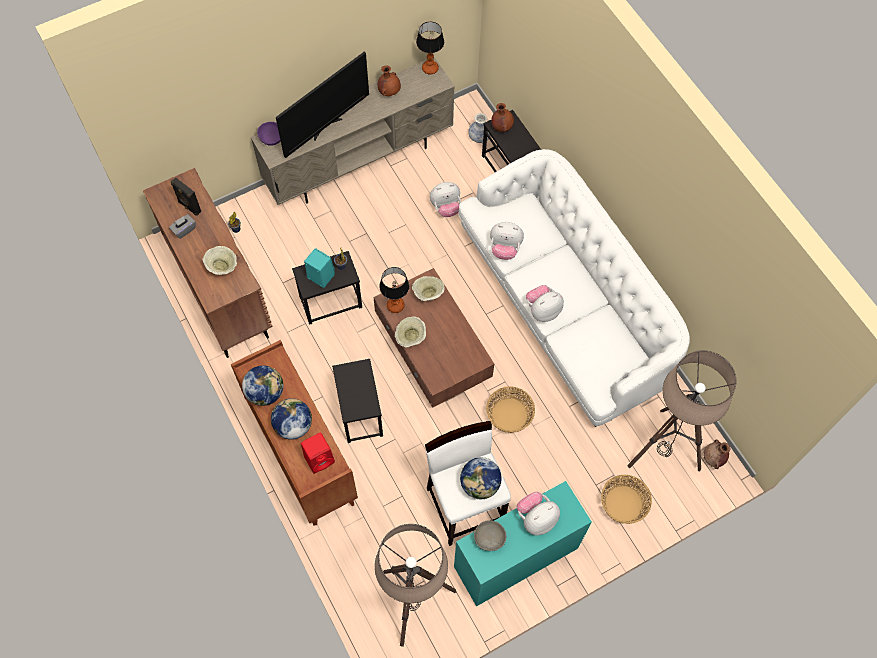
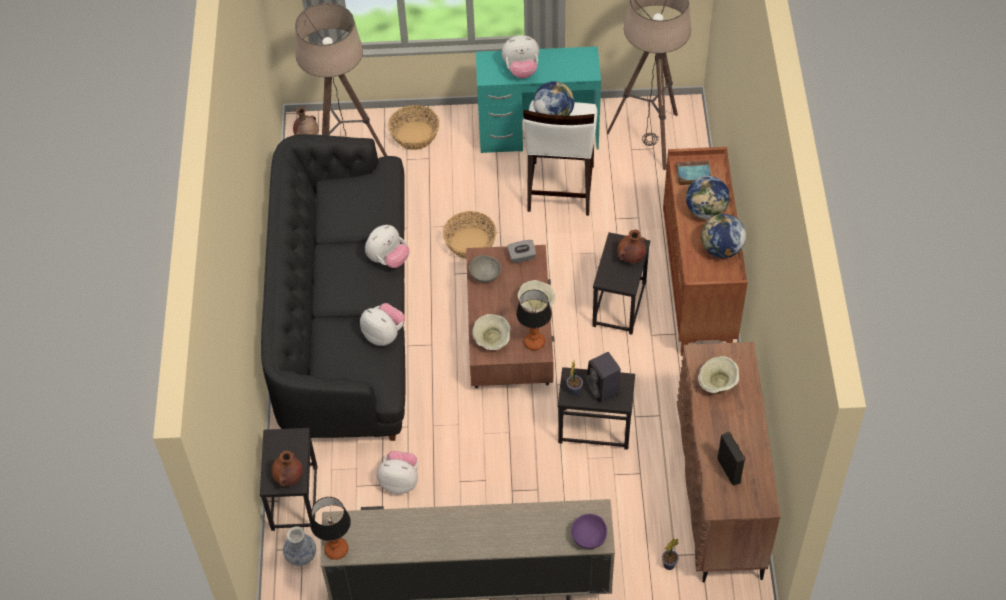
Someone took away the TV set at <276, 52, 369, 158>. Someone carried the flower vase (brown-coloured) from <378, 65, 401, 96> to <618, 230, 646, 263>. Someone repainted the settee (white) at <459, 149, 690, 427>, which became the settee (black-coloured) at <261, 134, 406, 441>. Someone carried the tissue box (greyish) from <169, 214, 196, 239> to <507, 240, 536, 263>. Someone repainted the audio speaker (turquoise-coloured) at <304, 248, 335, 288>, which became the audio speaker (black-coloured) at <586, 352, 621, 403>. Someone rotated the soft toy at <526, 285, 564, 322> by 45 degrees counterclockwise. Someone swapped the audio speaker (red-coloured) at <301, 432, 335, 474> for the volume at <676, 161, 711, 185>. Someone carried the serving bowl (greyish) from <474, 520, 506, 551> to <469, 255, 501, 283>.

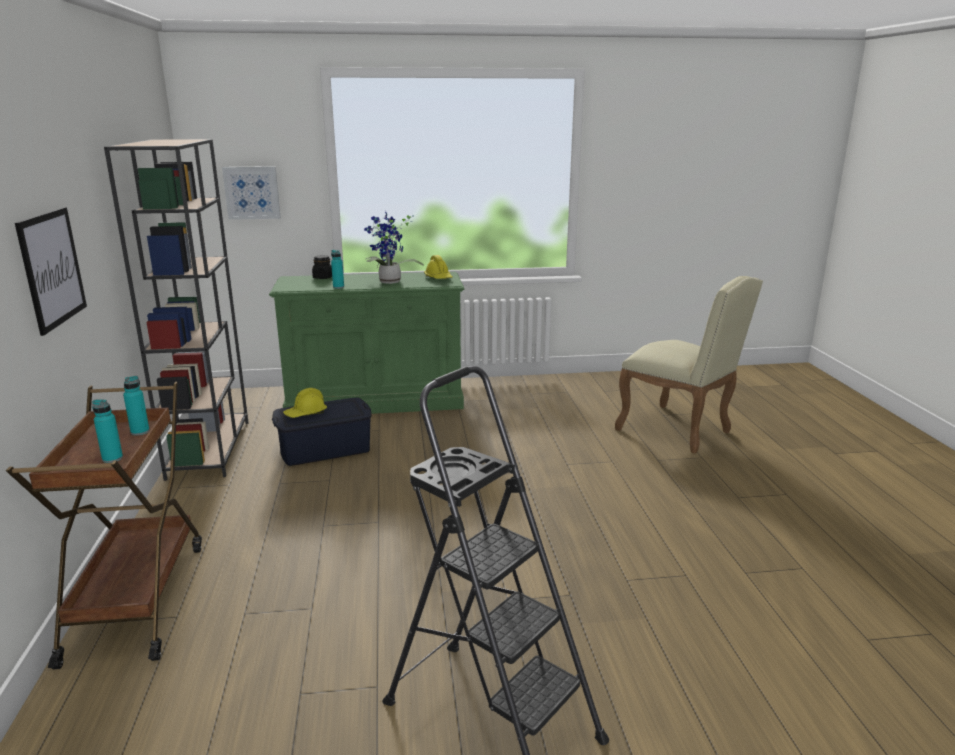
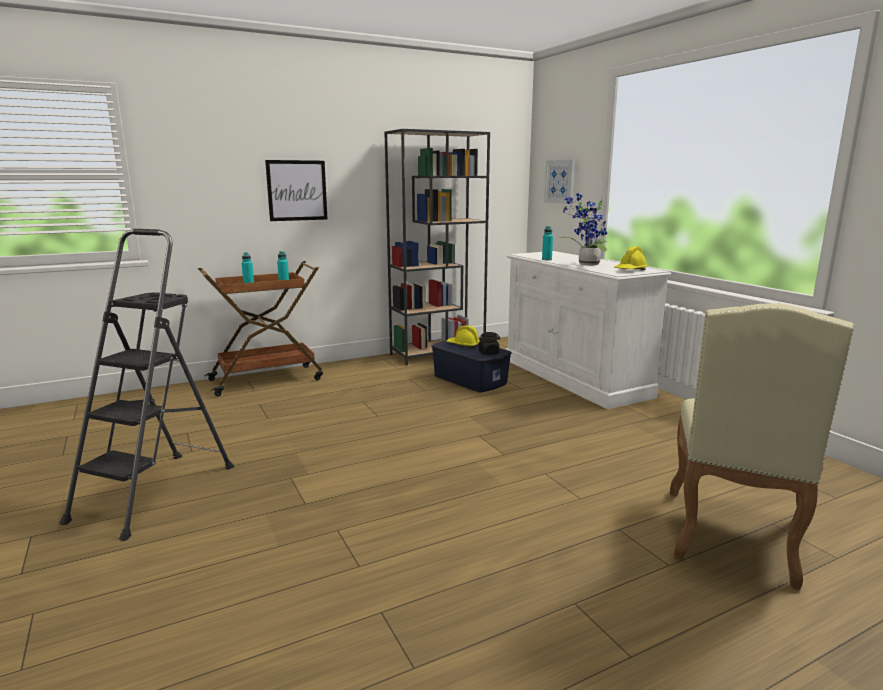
Someone carried the jar (black-coloured) from <312, 255, 332, 279> to <478, 332, 501, 355>. Someone repainted the cupboard (green) at <269, 272, 464, 414>, which became the cupboard (white) at <505, 251, 671, 409>.

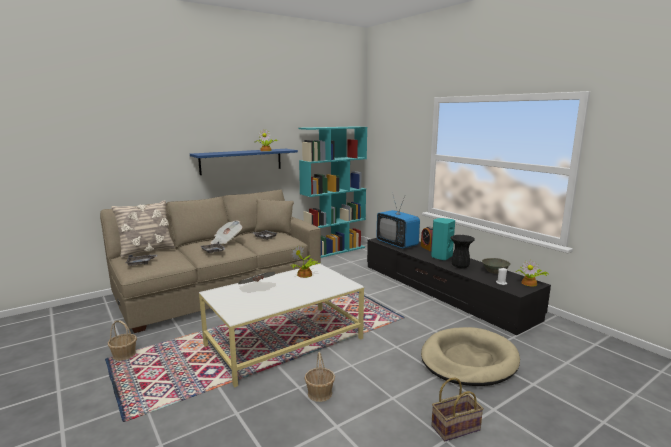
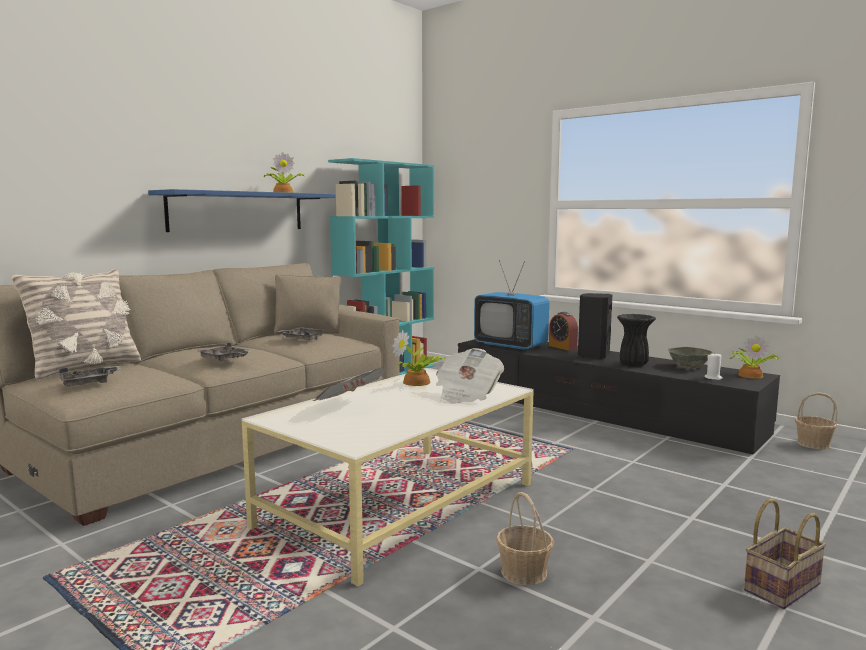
Someone repainted the audio speaker (turquoise-coloured) at <431, 218, 455, 260>, which became the audio speaker (black-coloured) at <578, 293, 612, 359>. Someone carried the printed paper from <210, 220, 242, 244> to <436, 348, 504, 404>. Someone carried the basket from <108, 320, 137, 361> to <795, 392, 837, 450>. Someone took away the pet bed (beige-coloured) at <421, 327, 520, 386>.

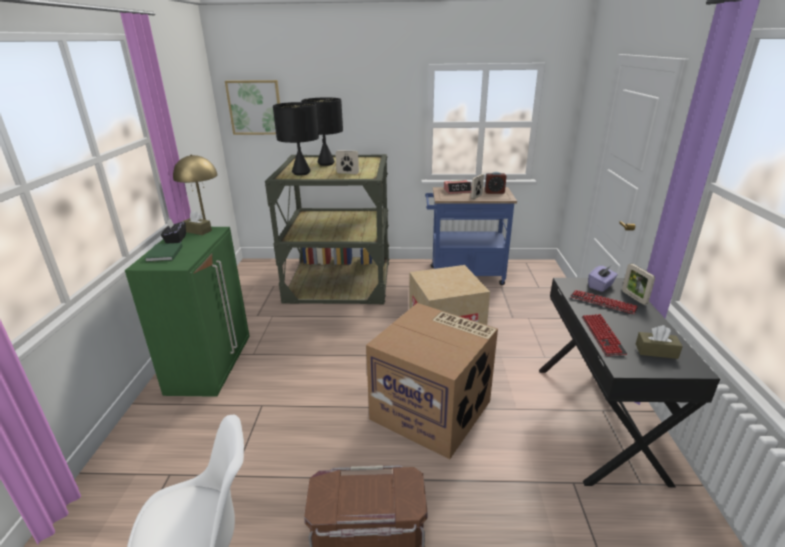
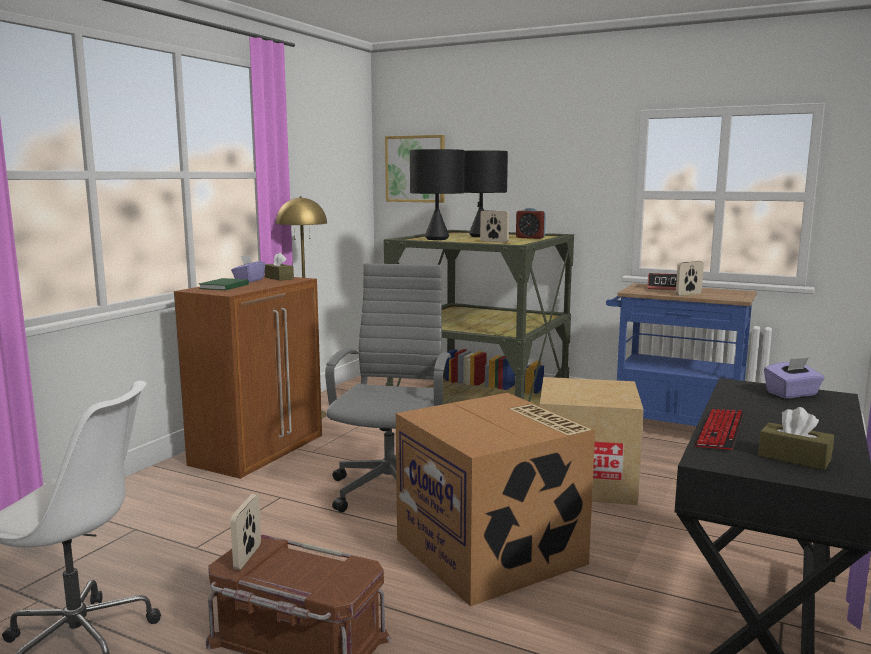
Someone carried the alarm clock from <485, 172, 507, 194> to <516, 208, 546, 239>. Someone repainted the tissue box (black-coloured) at <161, 218, 186, 244>, which became the tissue box (purplish) at <231, 255, 265, 282>. Someone repainted the cupboard (green) at <125, 227, 250, 397>, which became the cupboard (brown-coloured) at <174, 275, 322, 479>. Someone carried the picture frame from <622, 264, 655, 305> to <230, 494, 261, 570>. Someone took away the keyboard at <570, 290, 638, 314>. Someone put down the computer chair (greyish) at <325, 263, 451, 512>.

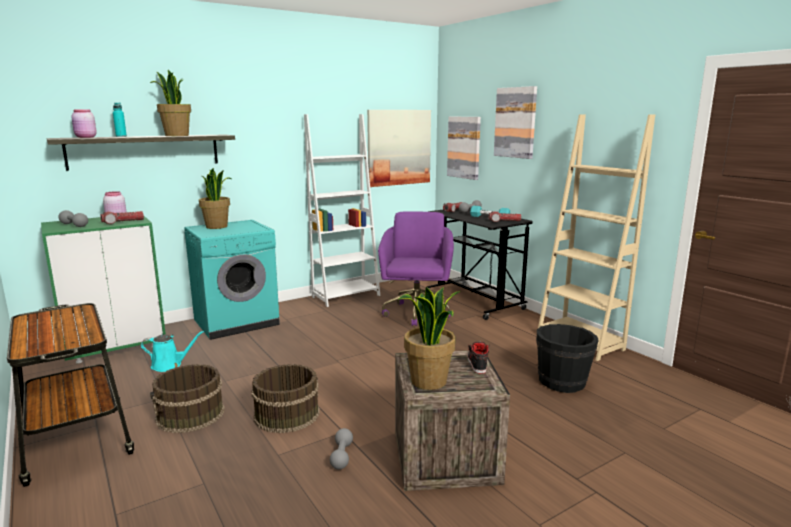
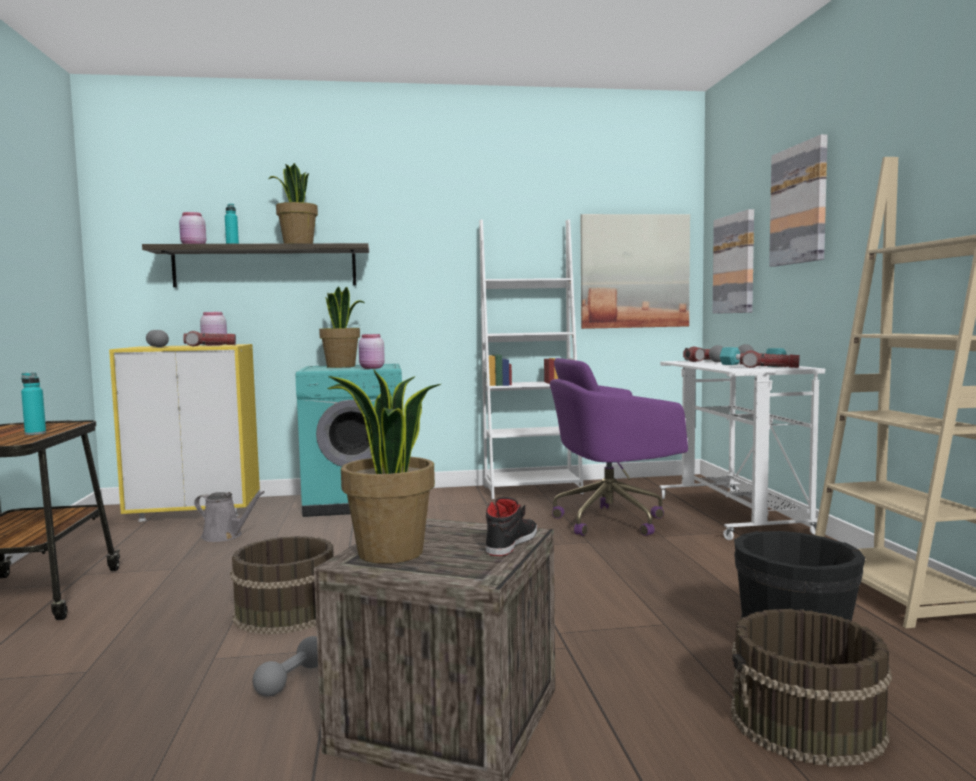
Someone repainted the desk table (black-coloured) at <427, 208, 533, 320>, which became the desk table (white) at <660, 360, 825, 540>. Someone rotated the computer chair (purplish) at <378, 211, 454, 326> by 135 degrees counterclockwise. Someone repainted the cupboard (green) at <41, 216, 166, 363>, which became the cupboard (yellowish) at <109, 344, 260, 522>. Someone repainted the watering can (turquoise-coloured) at <141, 331, 204, 372>, which became the watering can (greyish) at <194, 491, 265, 542>. Someone carried the water bucket (brown-coloured) from <150, 364, 225, 433> to <731, 609, 892, 767>. Someone put down the jar (pink-coloured) at <359, 334, 385, 369>. Someone put down the drink bottle (turquoise-coloured) at <21, 372, 46, 435>.

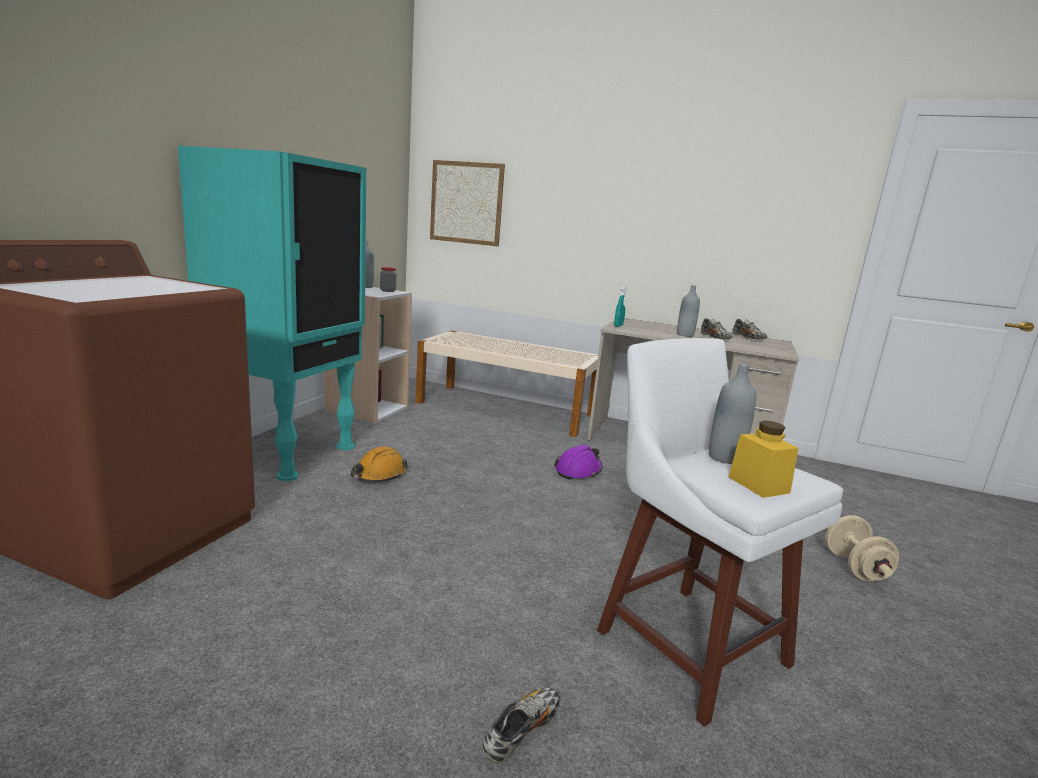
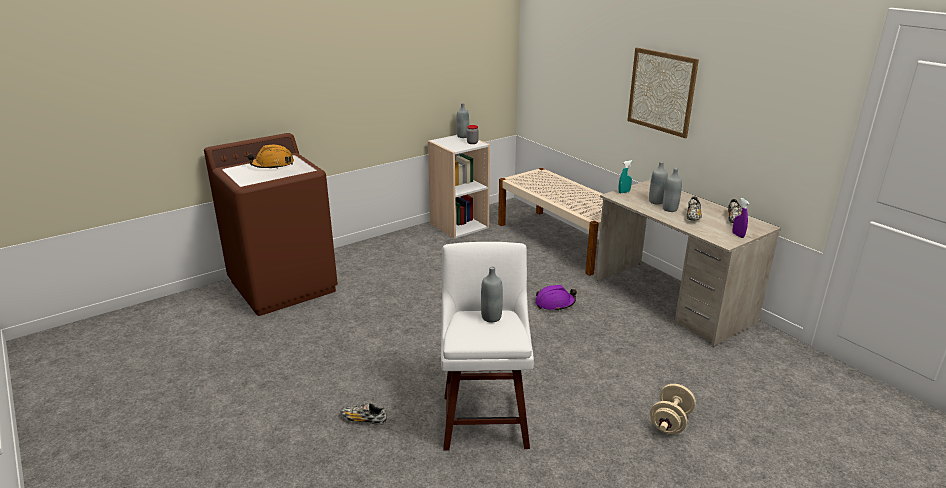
Someone took away the cupboard (turquoise-coloured) at <178, 146, 366, 482>. Someone carried the picture from <430, 160, 505, 247> to <627, 47, 699, 138>. Someone took away the jar (yellowish) at <729, 421, 799, 498>. Someone carried the hard hat (orange-coloured) from <351, 446, 408, 482> to <247, 145, 294, 169>. Someone rotated the shoe at <482, 688, 560, 763> by 150 degrees counterclockwise. Someone put down the drink bottle (greyish) at <649, 161, 668, 205>. Someone put down the spray bottle (purplish) at <733, 198, 749, 238>.

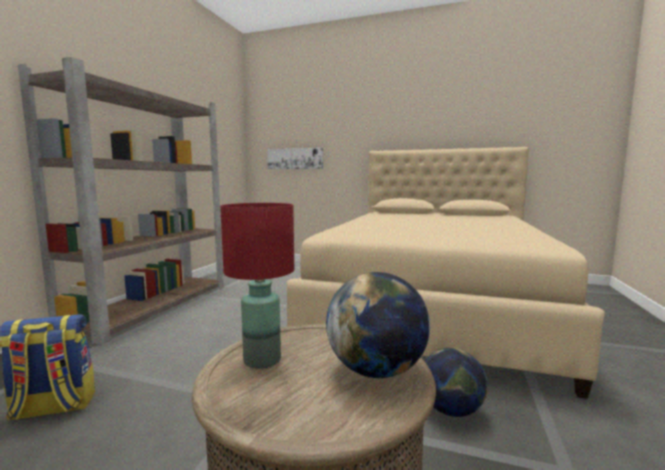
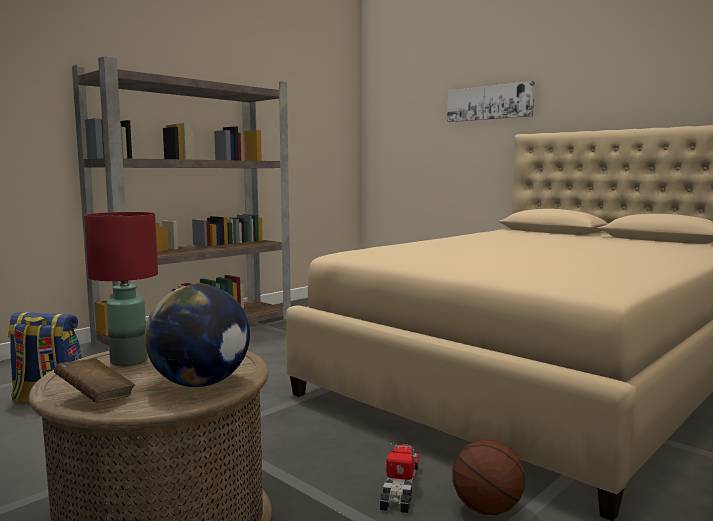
Someone carried the picture from <267, 148, 323, 169> to <447, 81, 535, 122>. Someone swapped the globe at <425, 348, 488, 417> for the toy lorry at <380, 443, 419, 513>. Someone put down the volume (brown-coloured) at <54, 358, 135, 402>. Someone put down the basketball ball at <452, 439, 525, 515>.

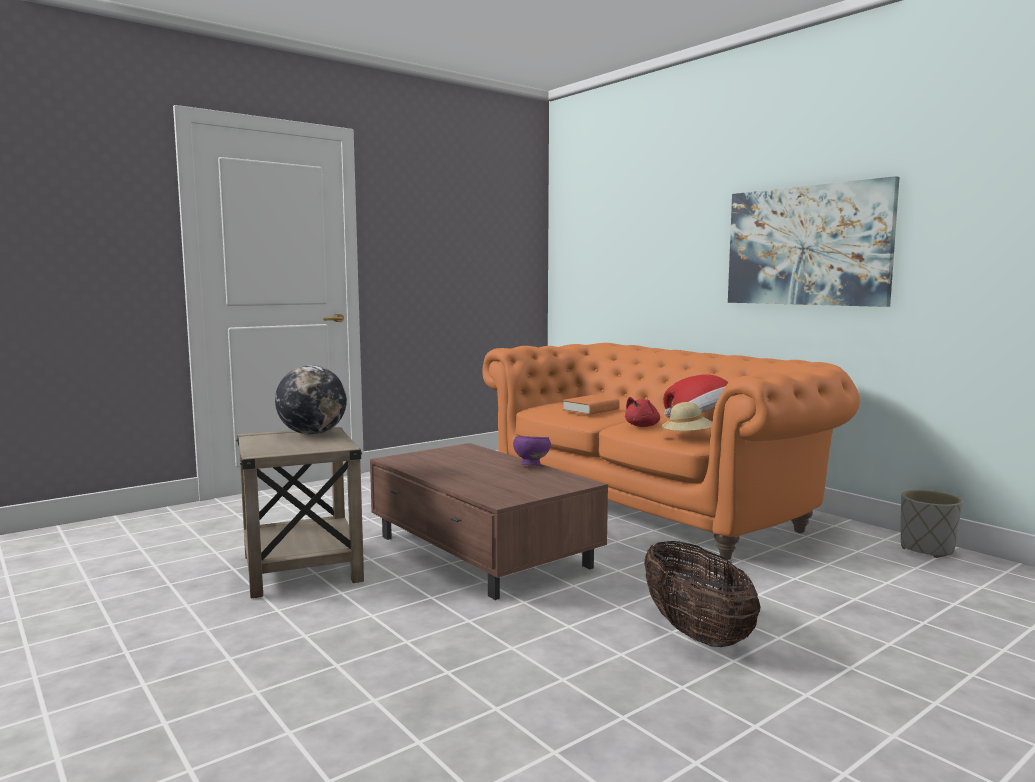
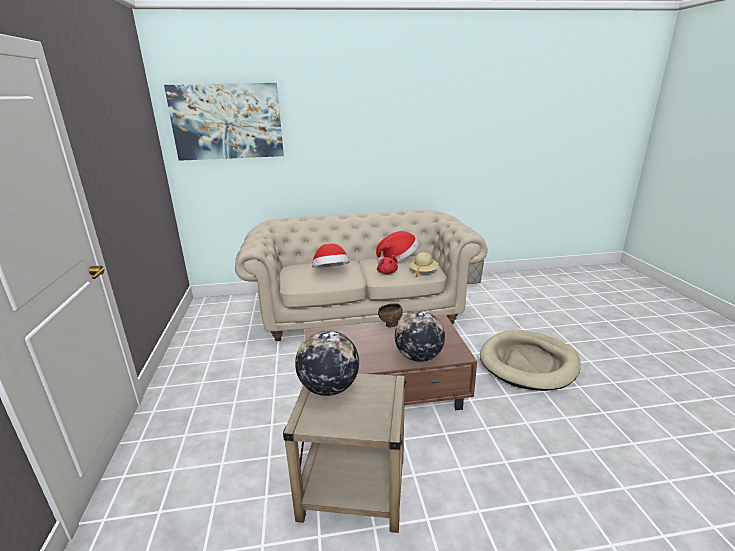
Someone carried the picture from <728, 176, 900, 307> to <164, 83, 284, 161>. Someone repainted the settee (orange-coloured) at <483, 343, 860, 560>, which became the settee (beige-coloured) at <235, 210, 488, 341>. Someone swapped the volume (orange-coloured) at <562, 395, 620, 415> for the wearable hat at <312, 243, 350, 268>. Someone repainted the serving bowl (purplish) at <513, 436, 551, 466>, which became the serving bowl (brown-coloured) at <378, 303, 403, 327>. Someone swapped the basket at <645, 541, 761, 647> for the pet bed (beige-coloured) at <480, 330, 581, 391>. Someone put down the globe at <395, 311, 445, 362>.

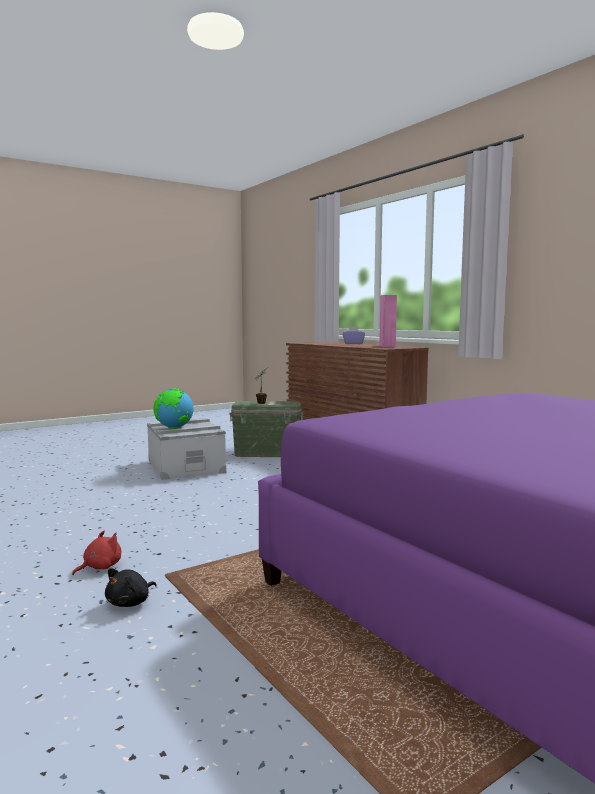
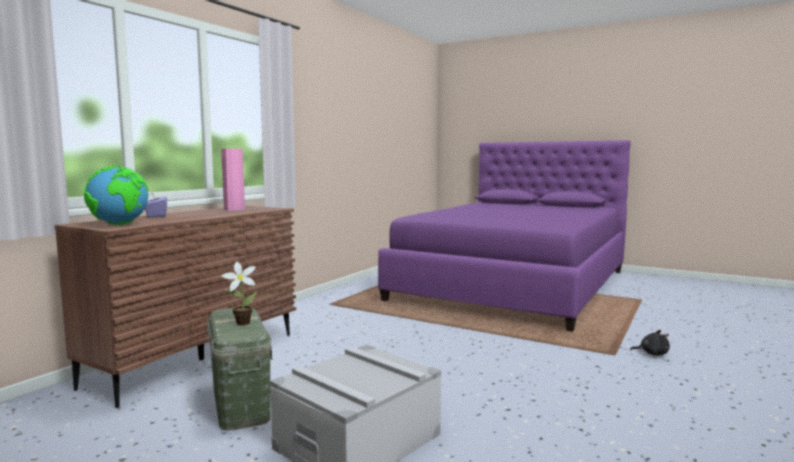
Someone carried the globe from <154, 389, 194, 429> to <84, 166, 149, 225>. Someone took away the soft toy (red-coloured) at <72, 531, 121, 575>.

